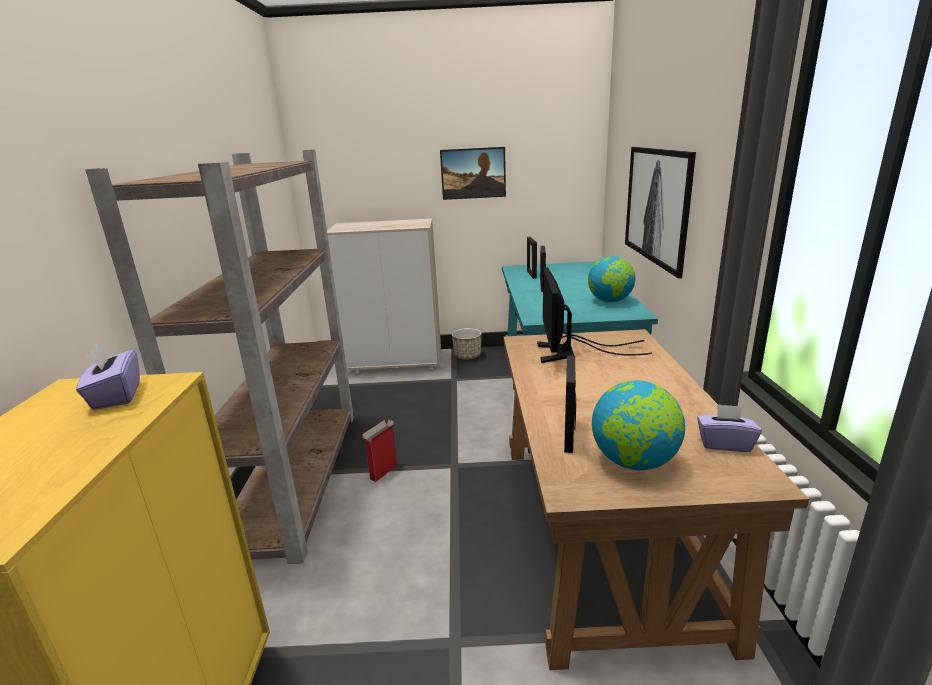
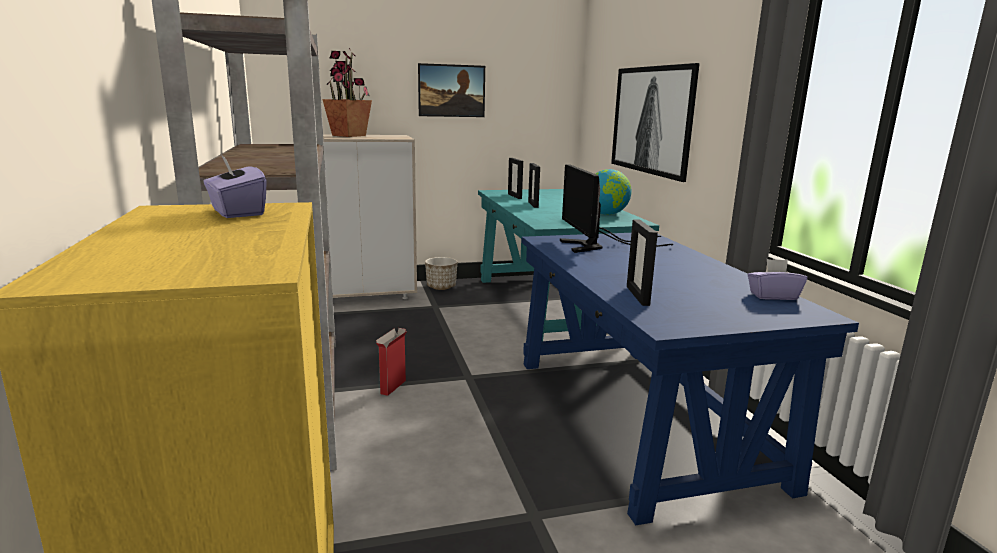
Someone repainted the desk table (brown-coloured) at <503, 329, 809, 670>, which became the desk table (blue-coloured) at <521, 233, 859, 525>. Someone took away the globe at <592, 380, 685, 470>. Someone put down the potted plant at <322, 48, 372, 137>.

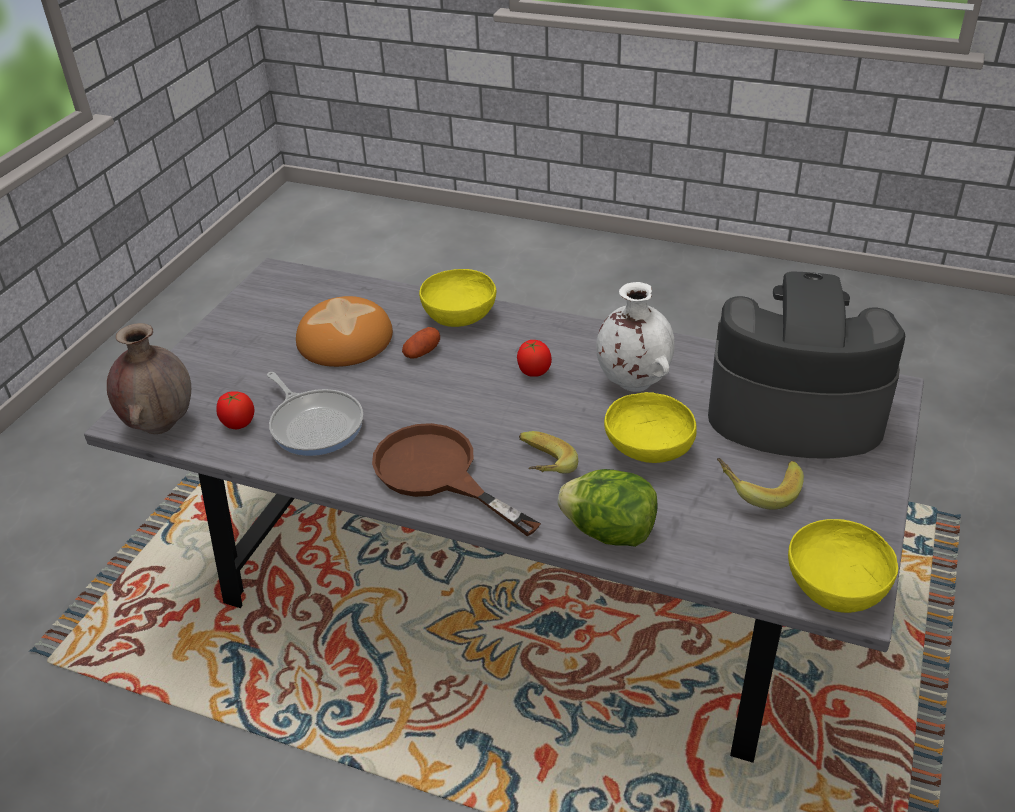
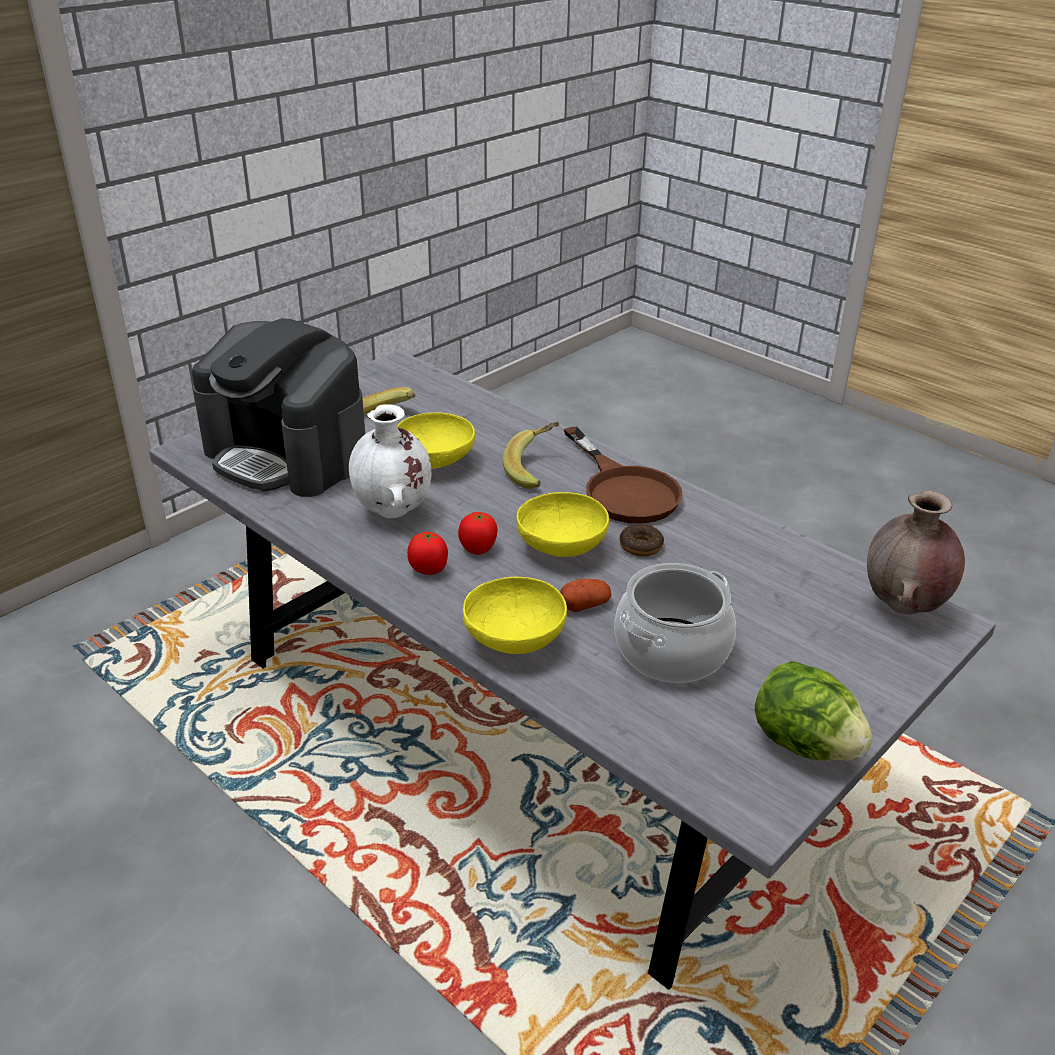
Someone swapped the bakery bread at <296, 296, 393, 367> for the cooking pot at <614, 563, 736, 683>. Someone took away the skillet at <267, 372, 363, 456>. Someone carried the tomato from <216, 391, 254, 429> to <407, 531, 448, 575>. Someone carried the lettuce from <558, 469, 658, 547> to <755, 661, 873, 761>. Someone carried the serving bowl (yellowish) from <788, 519, 898, 613> to <516, 492, 609, 557>. Someone put down the donut at <620, 524, 664, 556>.

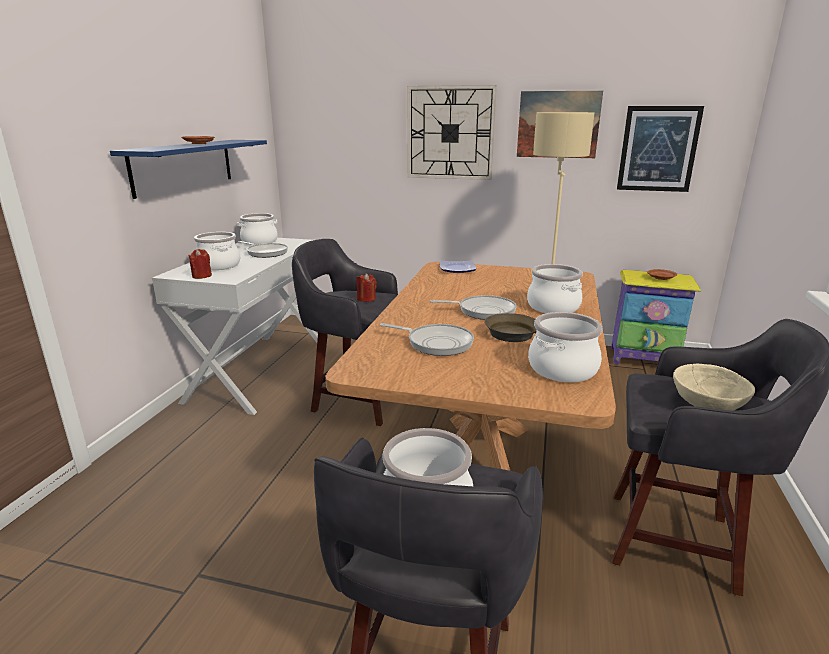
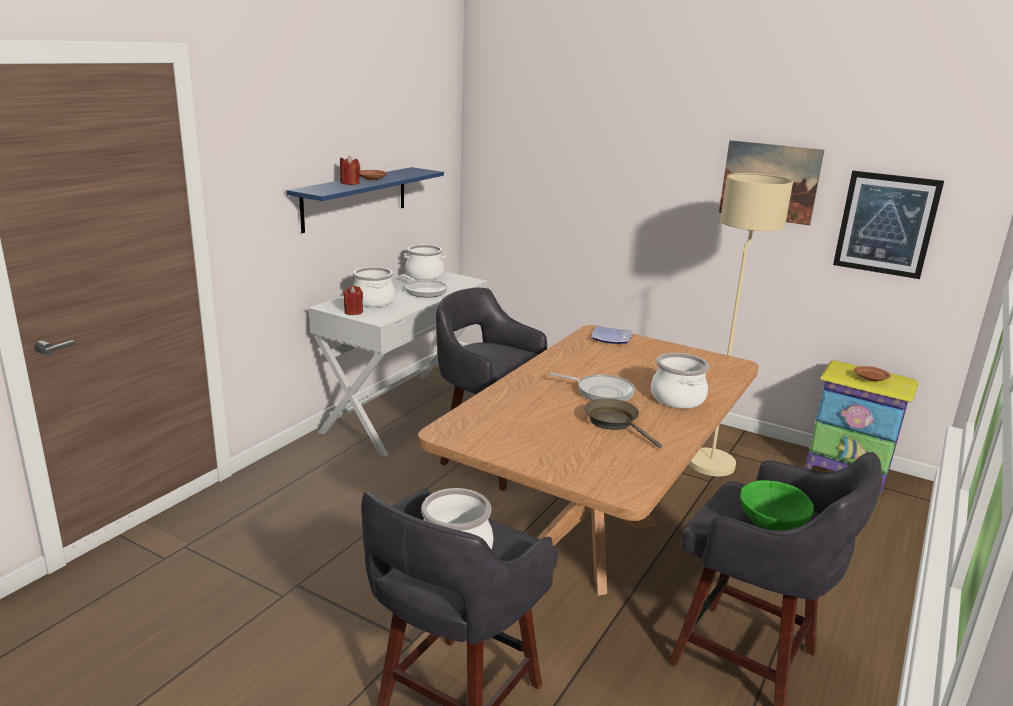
Someone took away the clock on the wall at <407, 85, 497, 180>. Someone carried the candle (red-coloured) from <357, 273, 377, 302> to <340, 156, 360, 185>. Someone took away the cooking pot at <528, 312, 603, 382>. Someone took away the skillet at <380, 323, 474, 356>. Someone repainted the serving bowl (beige-coloured) at <673, 364, 755, 411>, which became the serving bowl (green) at <740, 480, 814, 530>.

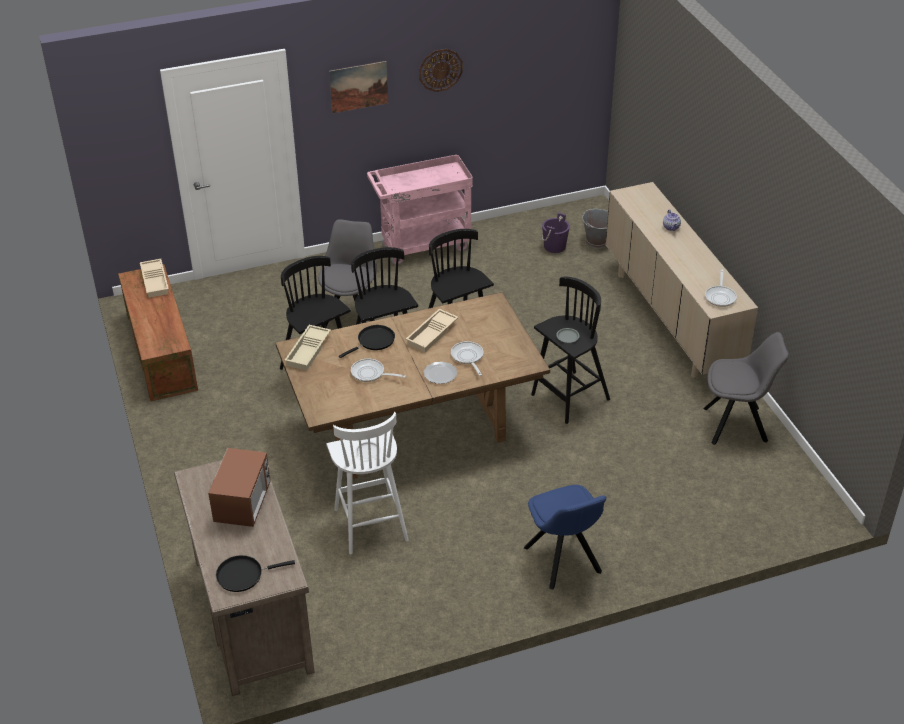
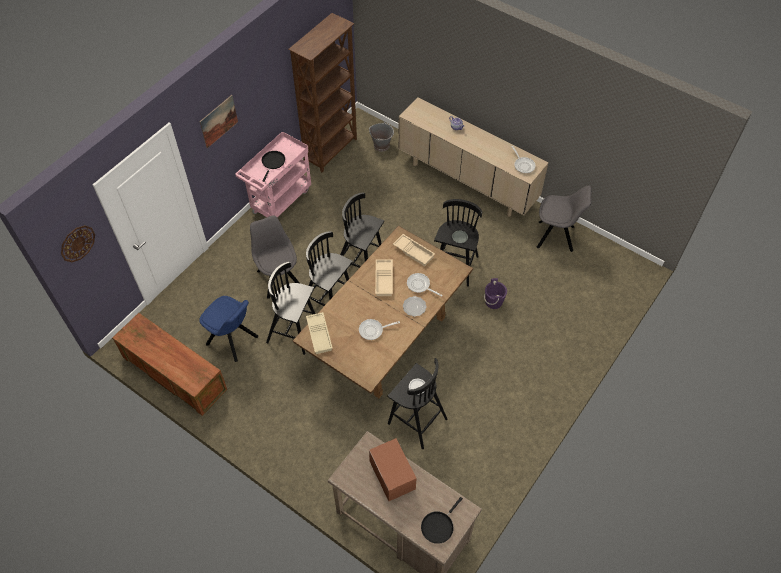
Someone carried the clock on the wall from <419, 49, 463, 92> to <61, 225, 95, 262>. Someone carried the water bucket (purplish) from <542, 213, 570, 253> to <484, 278, 507, 309>. Someone carried the carrying tray (beige-coloured) from <140, 259, 169, 298> to <393, 234, 435, 267>. Someone carried the skillet (black-coloured) from <339, 325, 395, 358> to <262, 151, 285, 182>. Someone rotated the upright chair (greyish) at <703, 332, 789, 445> by 45 degrees clockwise. Someone repainted the stool seat (white) at <326, 412, 409, 555>, which became the stool seat (black-coloured) at <388, 358, 448, 449>. Someone carried the upright chair (blue-coloured) from <524, 485, 606, 589> to <199, 296, 258, 362>. Someone put down the shelving unit (brown-coloured) at <288, 13, 357, 173>.

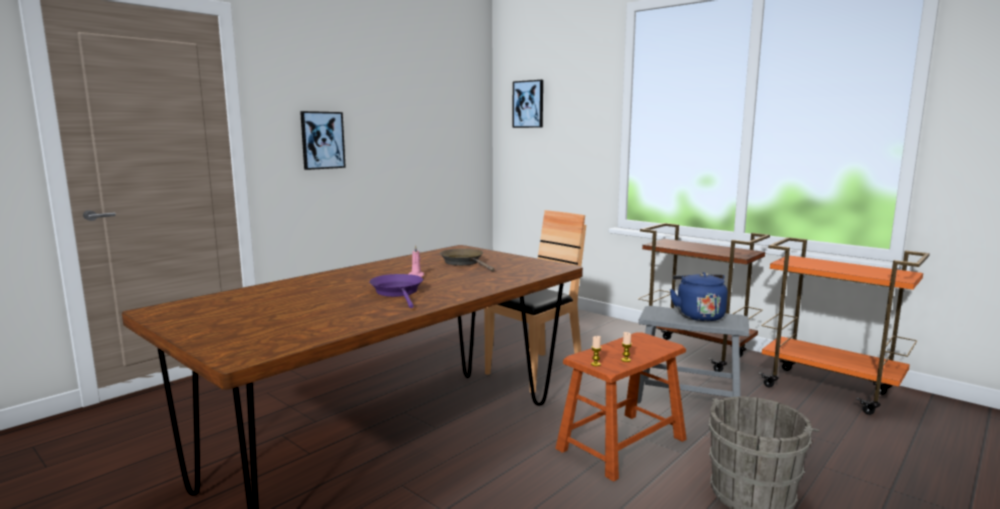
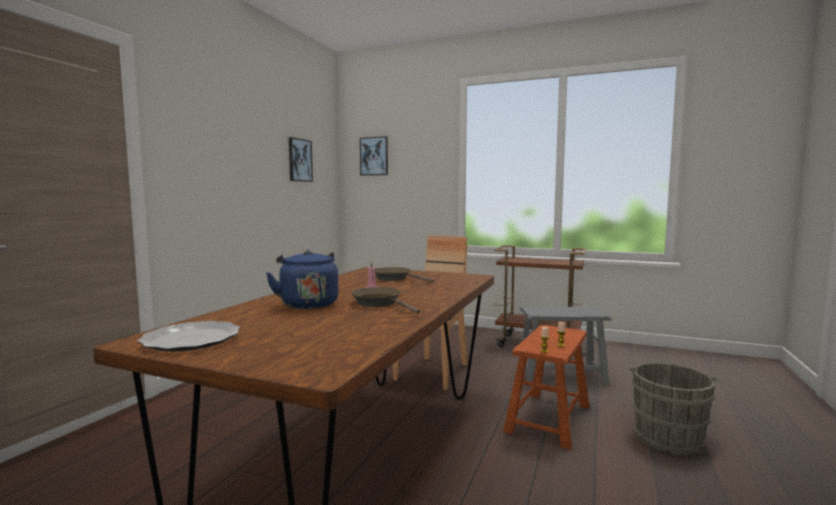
Someone carried the picture from <300, 111, 346, 170> to <289, 137, 313, 182>. Someone took away the wheeled cart (orange-coloured) at <758, 237, 930, 415>. Someone carried the water kettle (blue-coloured) from <670, 272, 728, 321> to <266, 250, 338, 309>. Someone repainted the skillet (purplish) at <369, 274, 423, 308>, which became the skillet (brown-coloured) at <351, 287, 420, 314>. Someone put down the flat dish at <138, 321, 240, 352>.

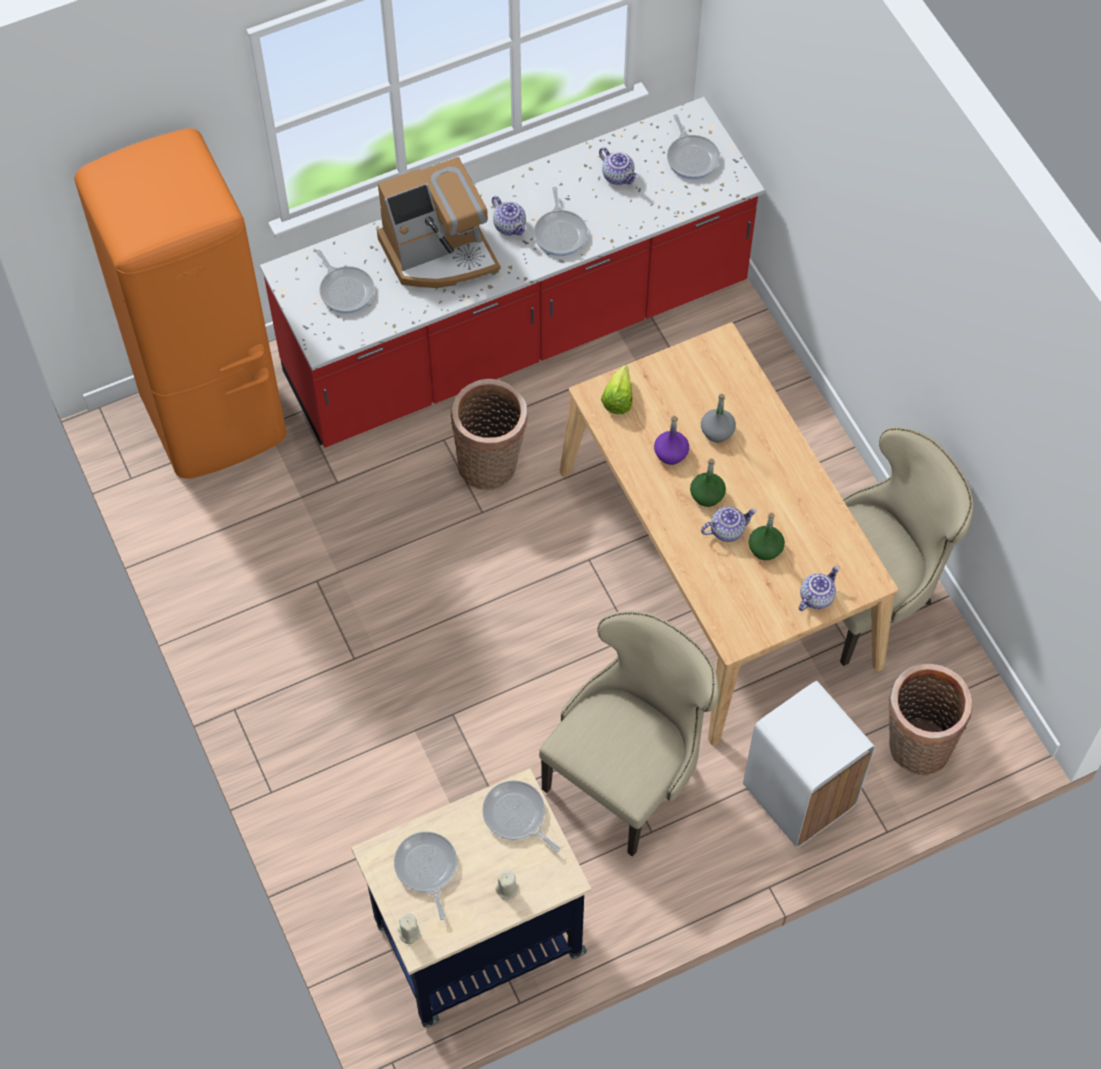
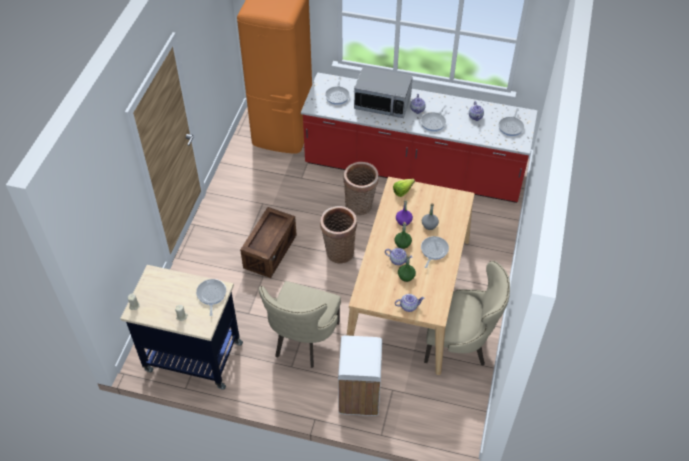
Someone swapped the coffee machine at <377, 157, 501, 288> for the microwave at <354, 67, 413, 118>. Someone rotated the upright chair (beige-coloured) at <539, 610, 719, 857> by 120 degrees clockwise. Someone carried the basket from <888, 664, 972, 775> to <320, 206, 357, 264>. Someone carried the skillet from <394, 832, 457, 920> to <421, 236, 449, 268>. Someone put down the shipping crate at <240, 207, 296, 278>.

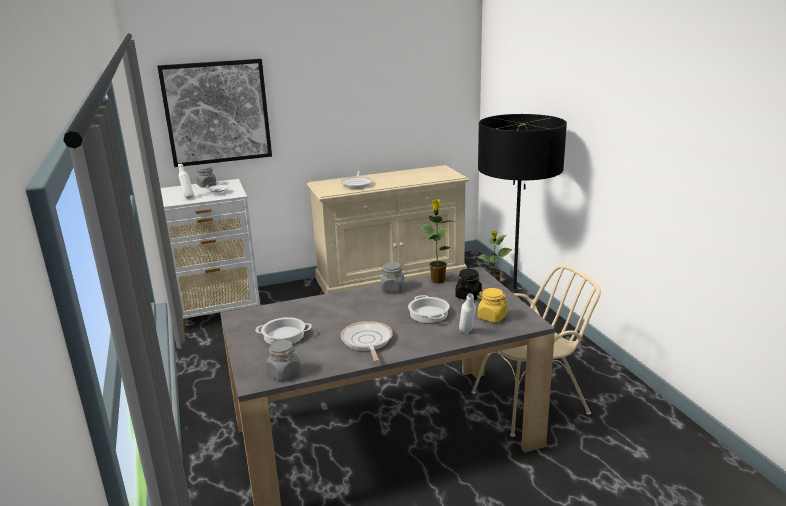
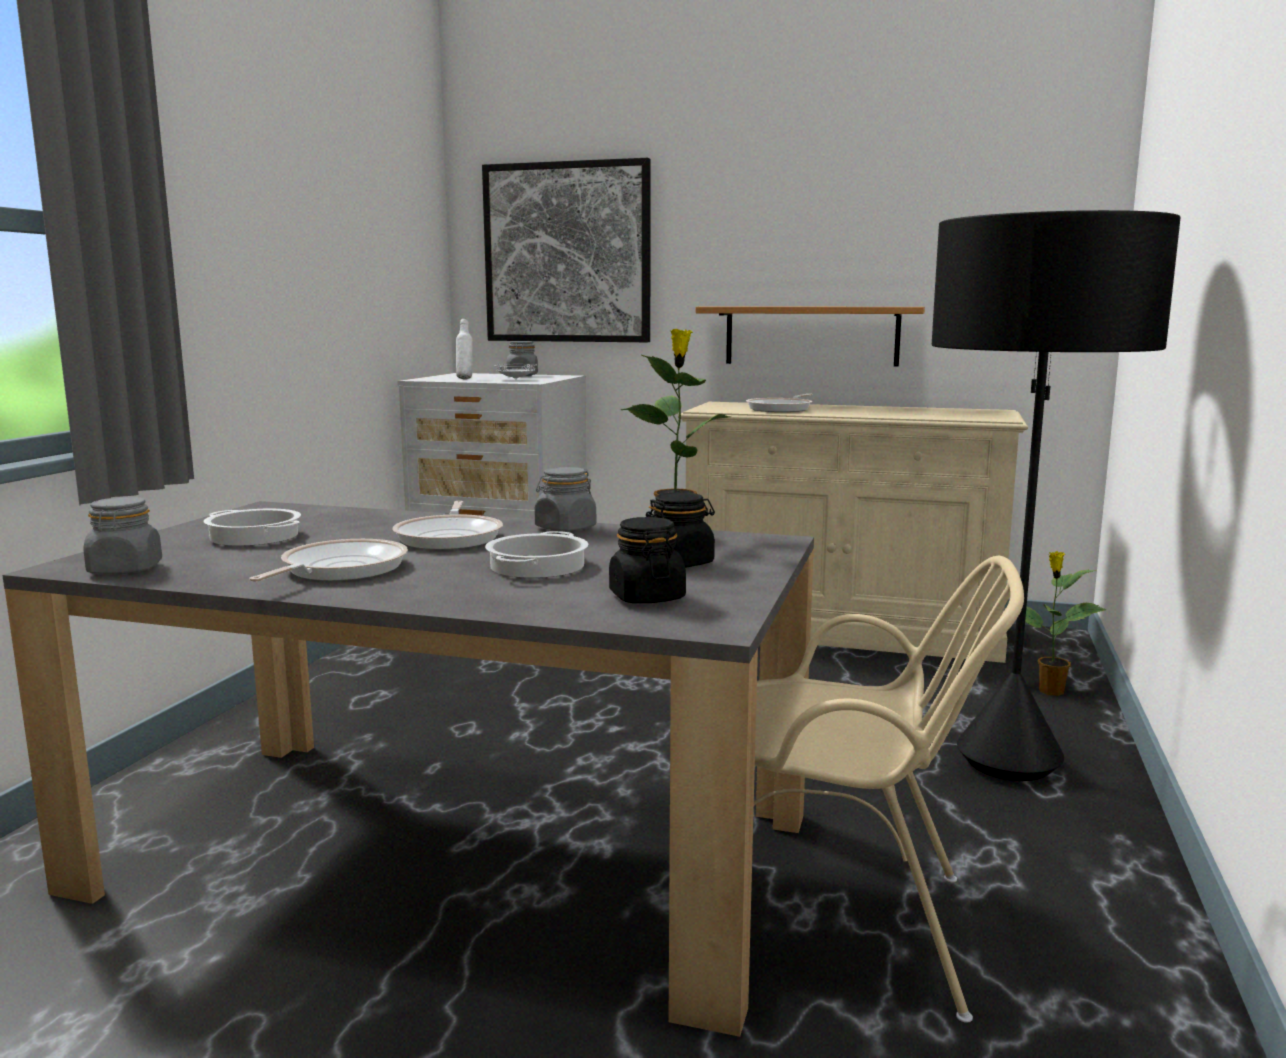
Someone repainted the jar (yellowish) at <477, 288, 508, 323>, which became the jar (black-coloured) at <609, 517, 686, 603>. Someone took away the drink bottle (white) at <459, 293, 476, 333>. Someone put up the bracket shelf at <696, 306, 925, 367>. Someone put down the skillet at <392, 501, 503, 550>.

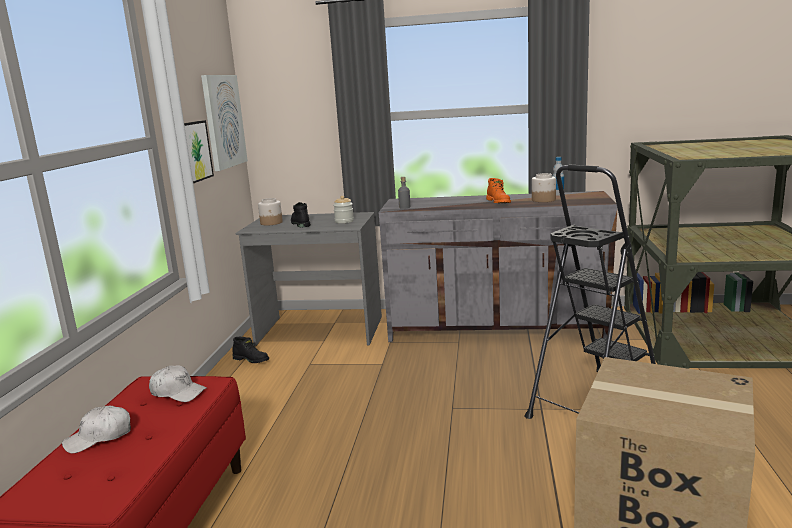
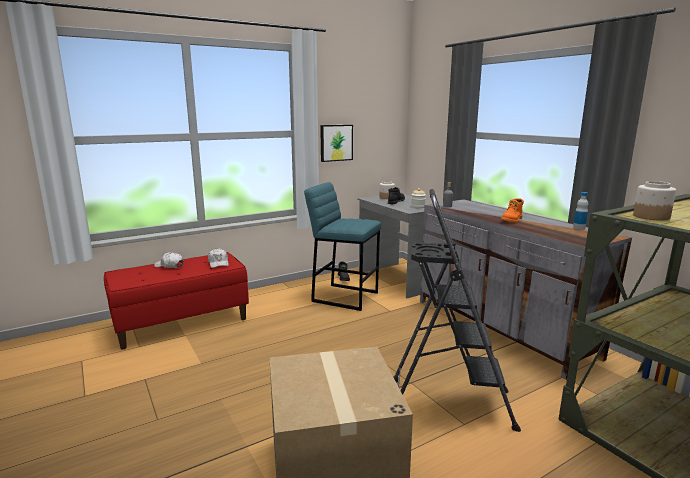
Someone took away the picture at <201, 75, 248, 171>. Someone carried the jar from <532, 173, 556, 202> to <633, 181, 676, 221>. Someone put down the stool seat (turquoise-coloured) at <304, 182, 381, 311>.

